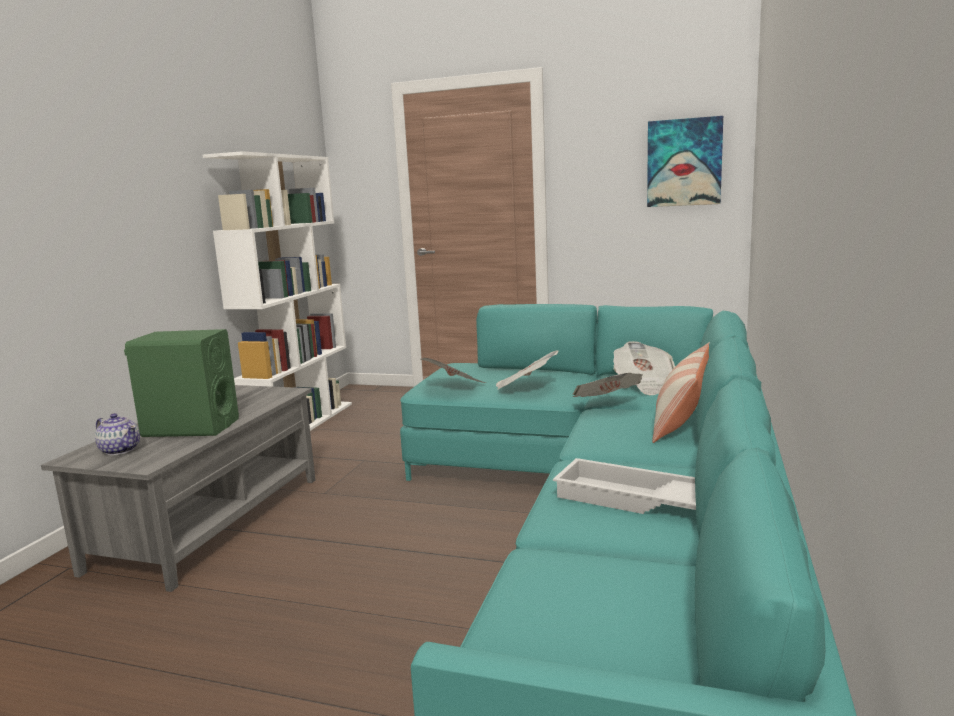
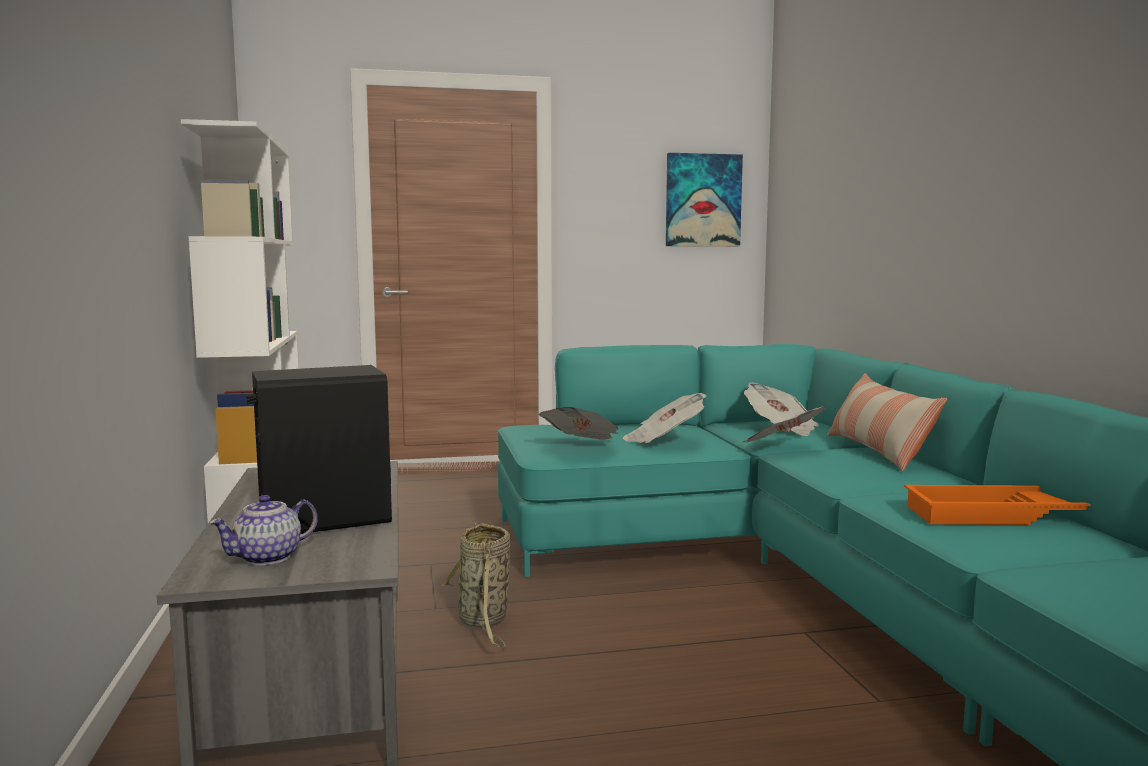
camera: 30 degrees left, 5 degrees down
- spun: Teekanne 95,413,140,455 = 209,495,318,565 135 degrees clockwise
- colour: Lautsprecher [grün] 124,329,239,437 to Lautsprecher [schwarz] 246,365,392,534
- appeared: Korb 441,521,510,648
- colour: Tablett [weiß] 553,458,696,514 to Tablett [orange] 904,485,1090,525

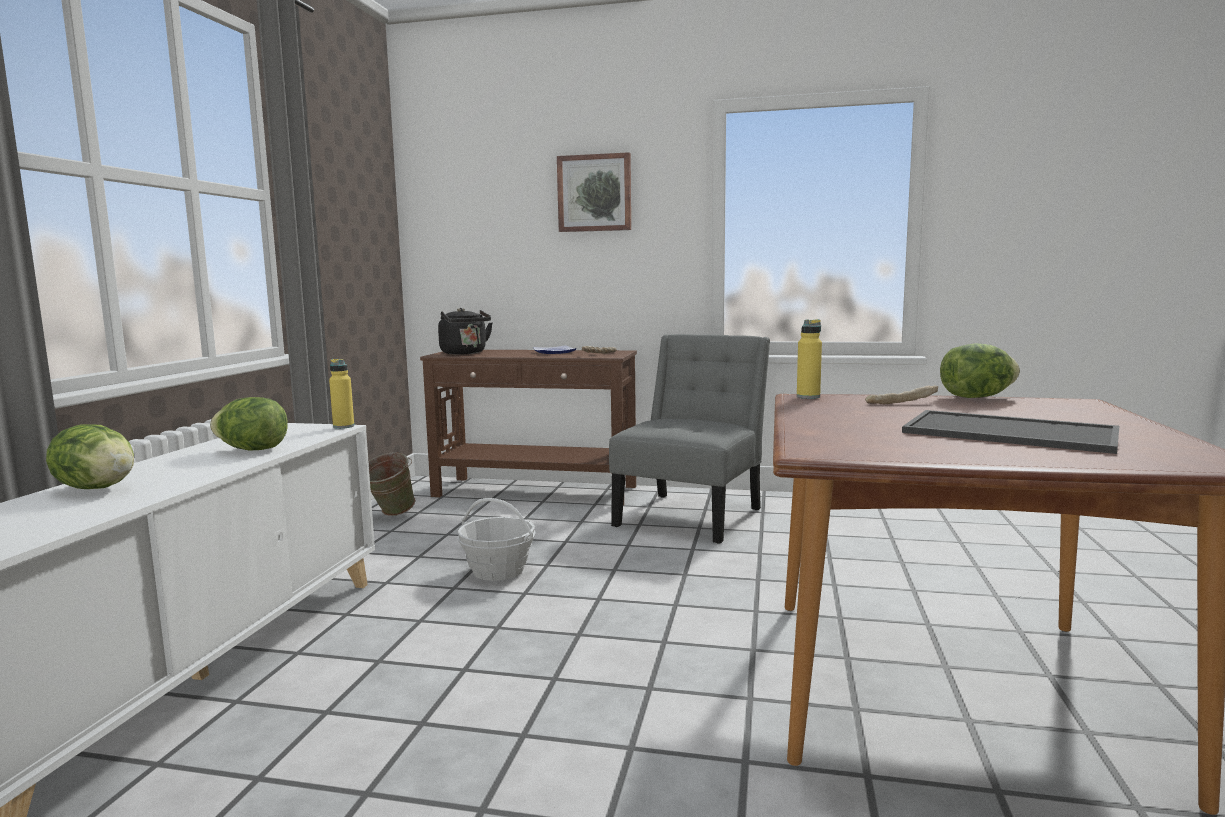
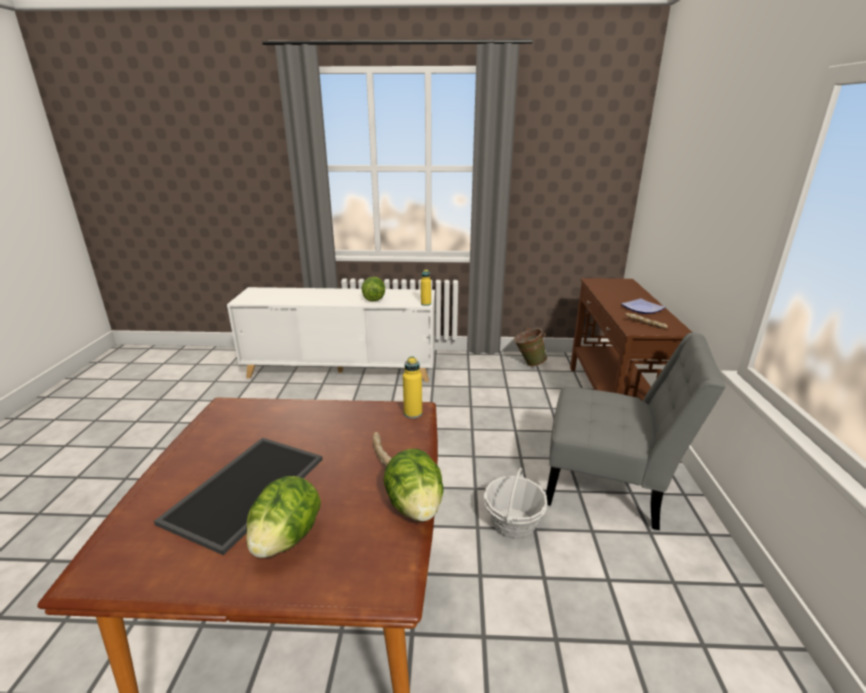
camera: 80 degrees right, 15 degrees up
- relocated: Salatkopf 46,424,134,489 to 246,476,321,558
- relocated: Korb 458,498,536,581 to 483,468,547,539
- missing: Wasserkessel [schwarz] 438,308,493,355
- missing: Bild 557,152,631,232

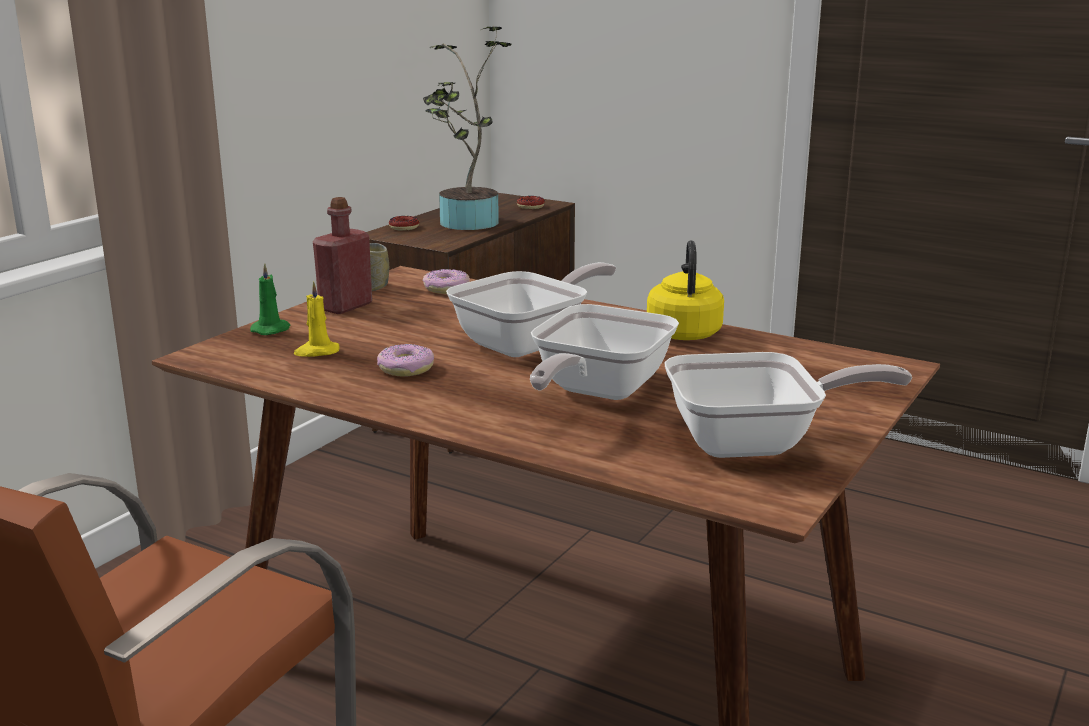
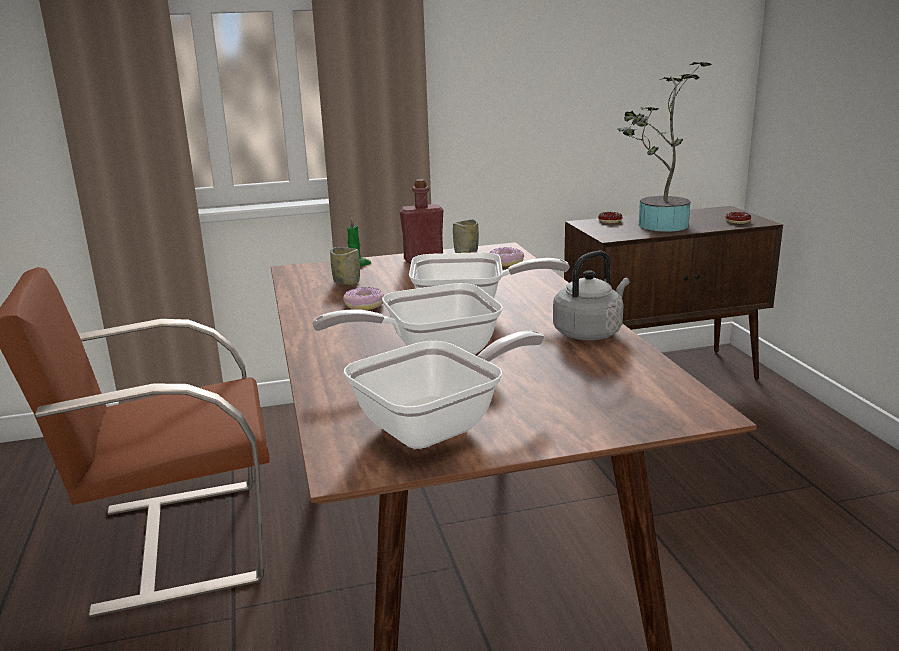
camera: 45 degrees right, 0 degrees up
- exchanged: Kerze [gelb] 294,281,340,357 to Tasse 330,247,360,285
- spun: Pfanne 665,352,912,458 = 344,331,545,449 75 degrees counterclockwise
- colour: Wasserkessel [gelb] 647,240,724,340 to Wasserkessel [grau] 553,251,629,340

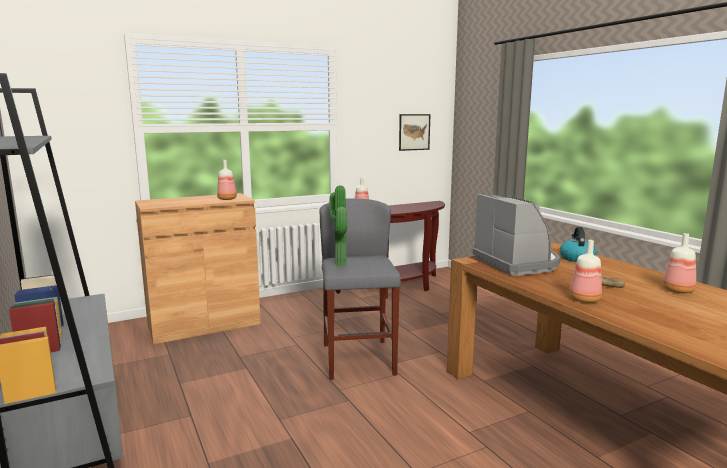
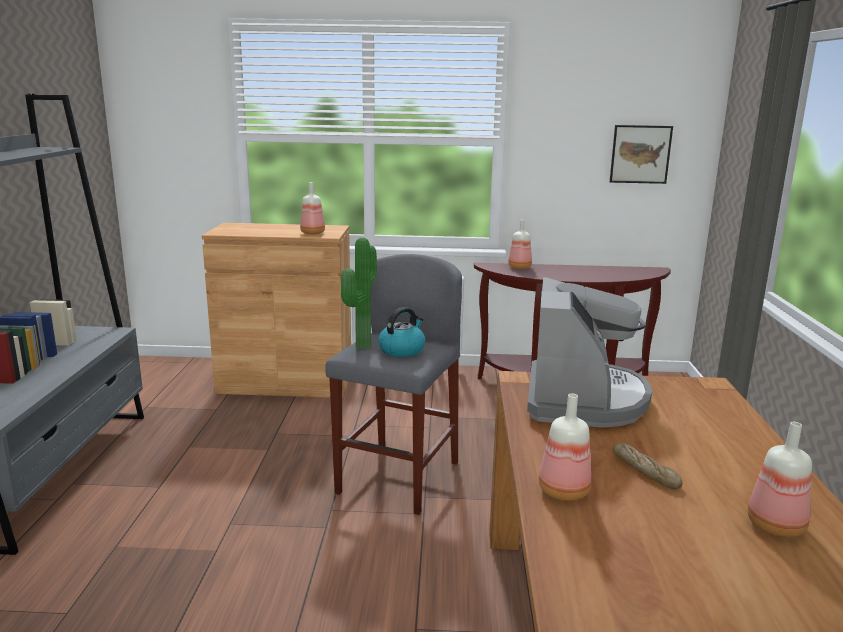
camera: 30 degrees right, 5 degrees up
- relocated: Wasserkessel 560,227,597,262 to 378,307,425,357

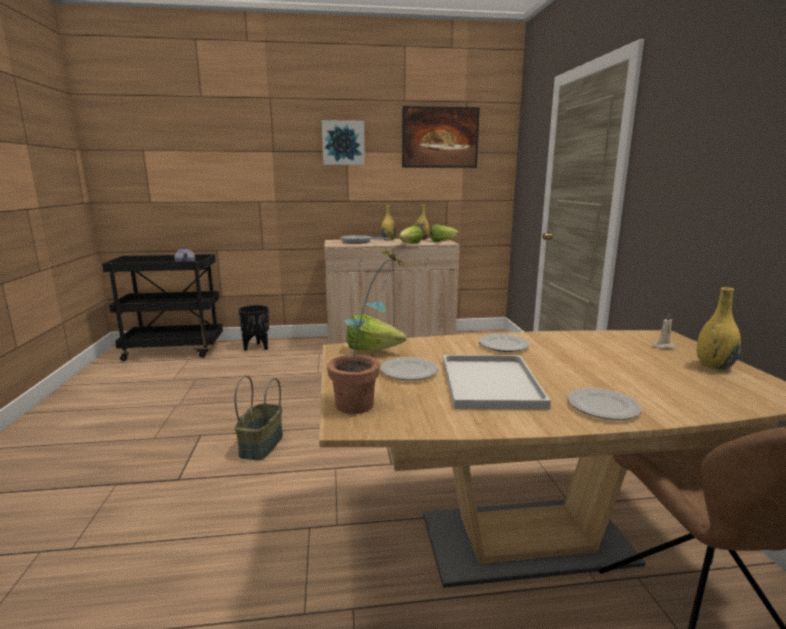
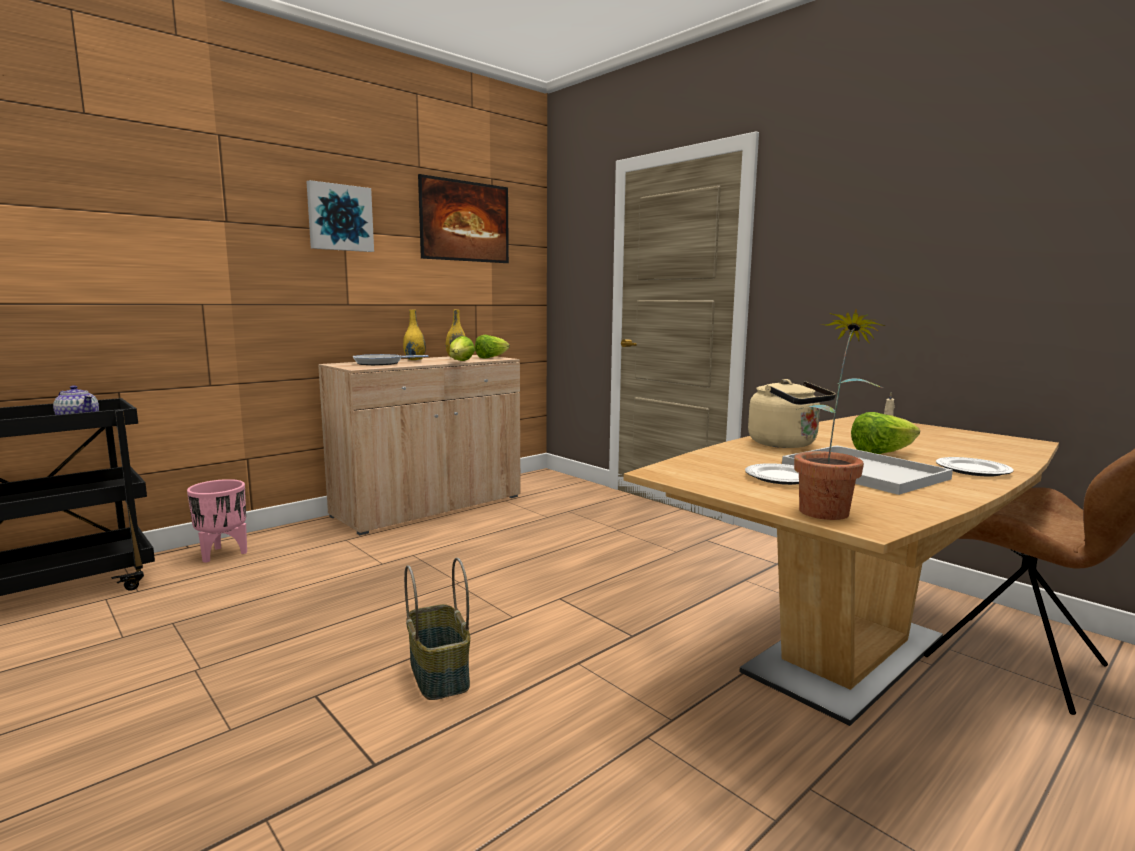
camera: 35 degrees left, 5 degrees down
- colour: Pflanzkübel [schwarz] 238,305,269,351 to Pflanzkübel [rosa] 187,479,247,563
- exchanged: Teller 479,334,530,352 to Wasserkessel [beige] 748,379,836,448
- relocated: Salatkopf 347,314,407,351 to 851,412,920,454
- missing: Vase [gelb] 697,287,741,371

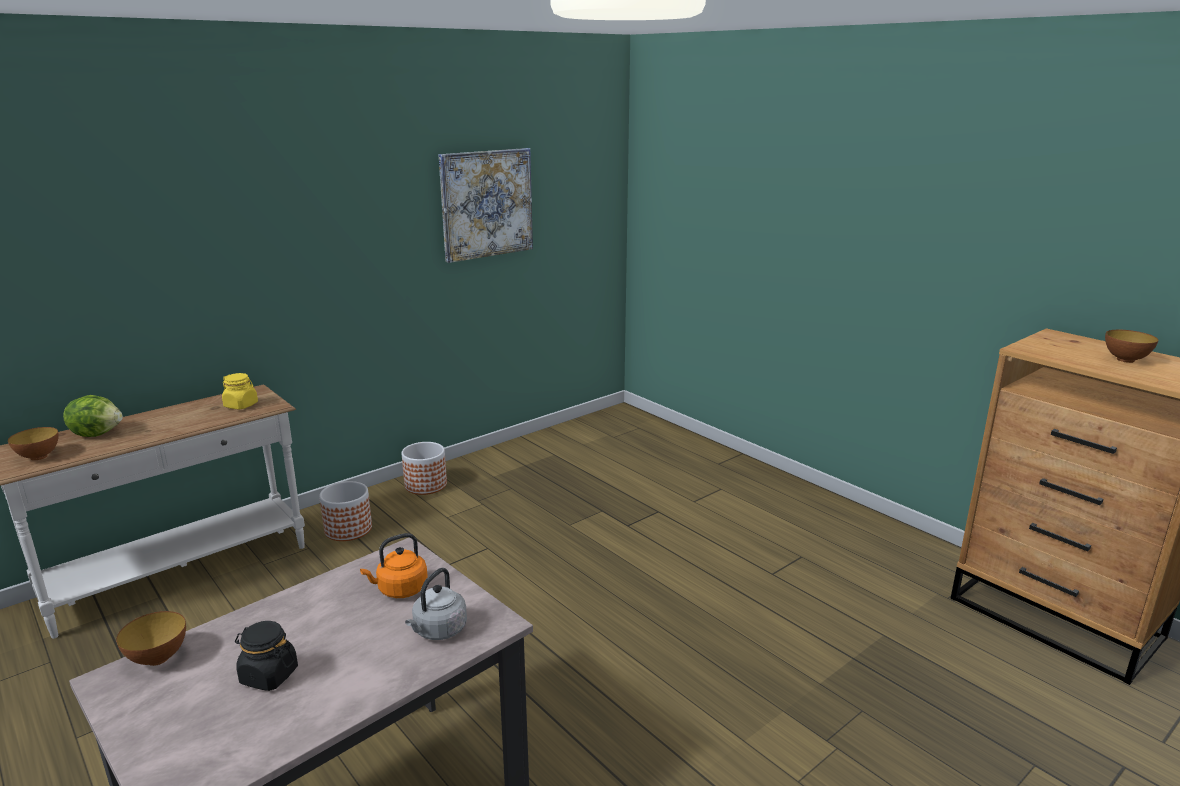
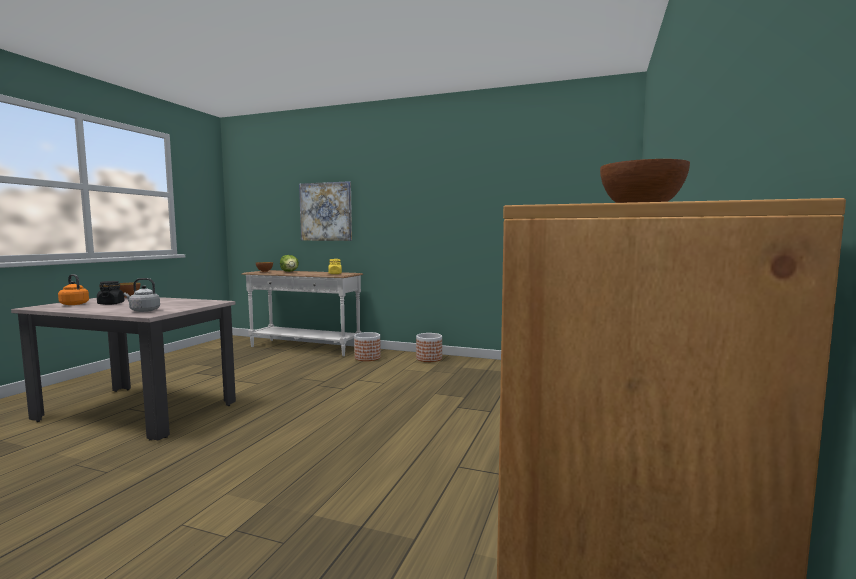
camera: 60 degrees right, 15 degrees down
- relocated: Wasserkessel [orange] 360,533,428,598 to 58,274,89,305
- relocated: Bild 439,148,533,263 to 299,181,352,241

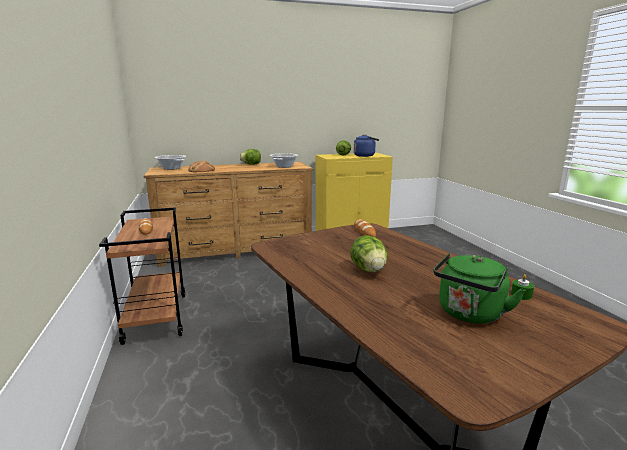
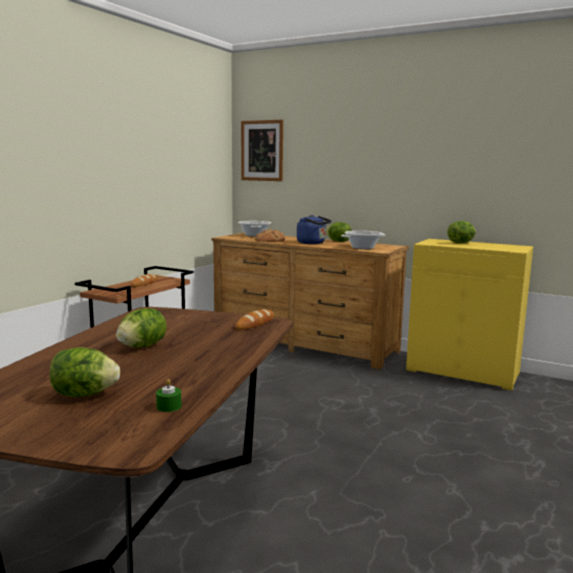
camera: 45 degrees right, 5 degrees down
- exchanged: Wasserkessel [grün] 433,253,526,324 to Salatkopf 50,347,120,397
- appeared: Bild 241,120,283,181
- relocated: Wasserkessel [blau] 354,134,379,157 to 297,215,331,244

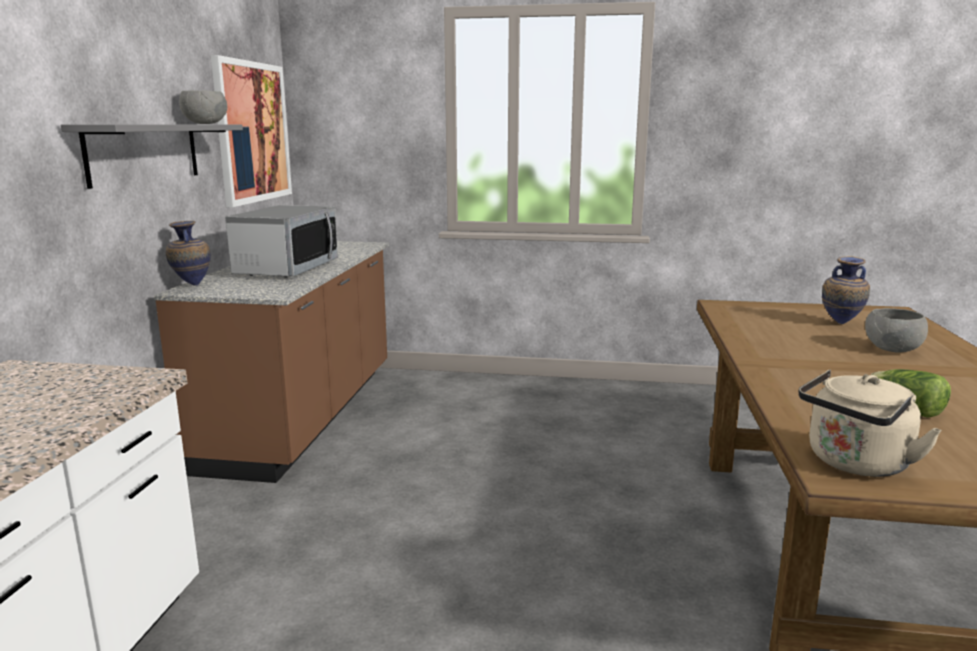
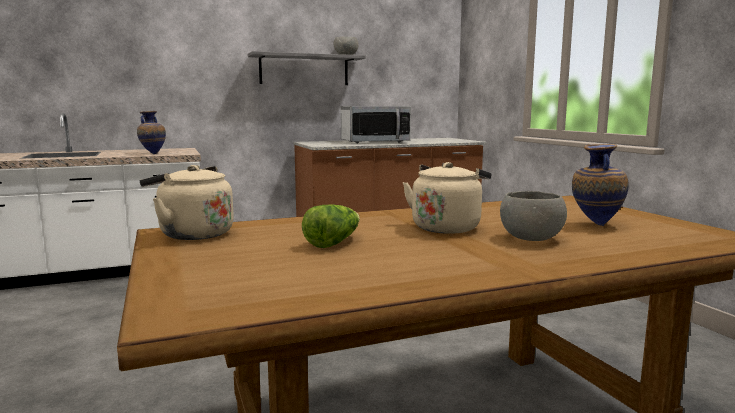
camera: 60 degrees right, 5 degrees down
- relocated: Vase 166,221,211,286 to 137,111,166,154
- appeared: Wasserkessel [beige] 403,162,491,234
- missing: Bild 211,55,292,207

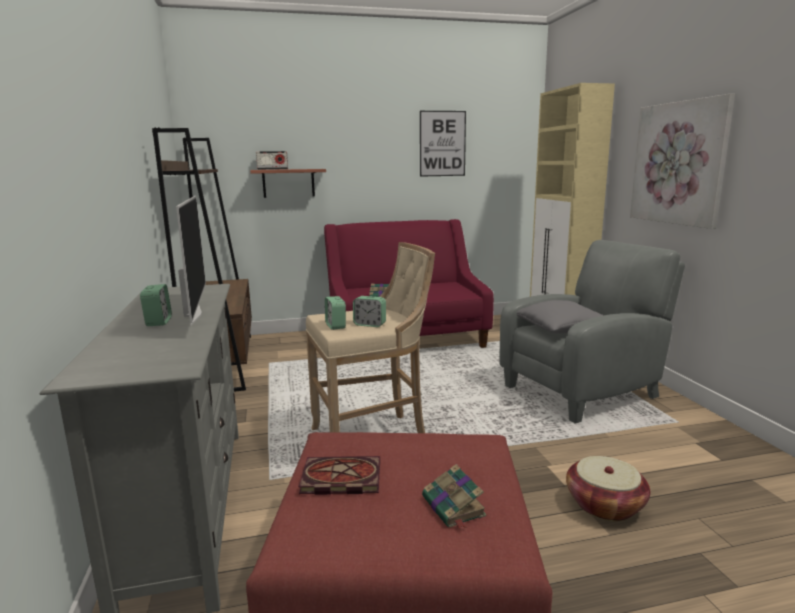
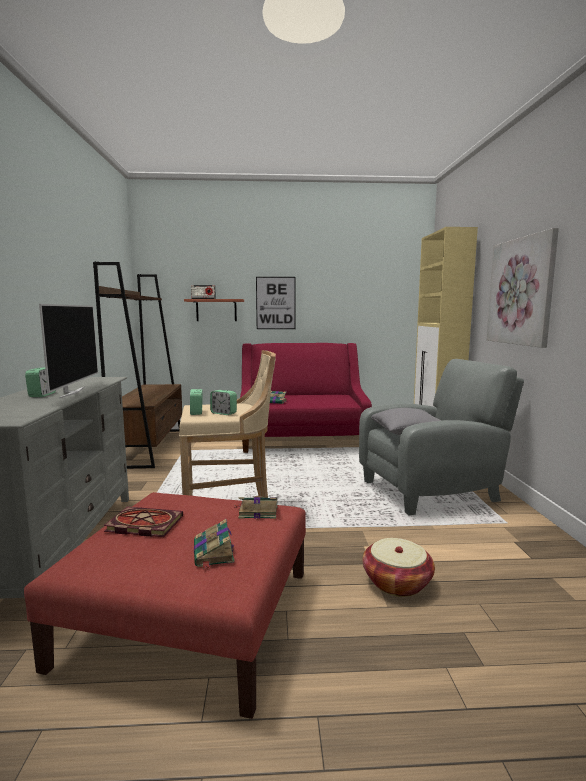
camera: 10 degrees right, 5 degrees down
- appeared: Buch 234,496,278,519
- relocated: Bild 420,111,466,177 to 256,277,295,329

